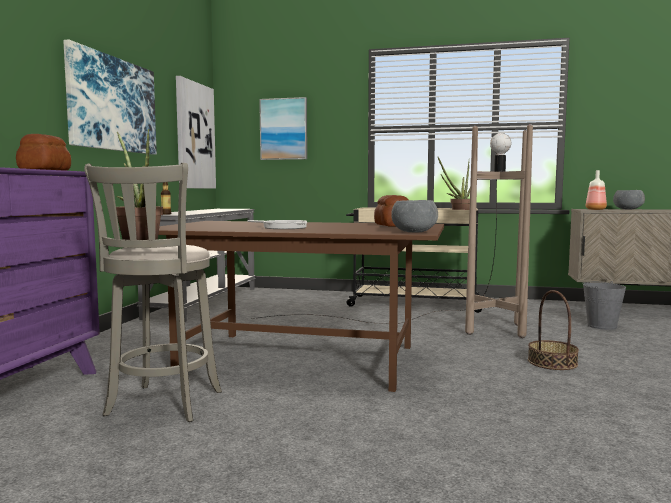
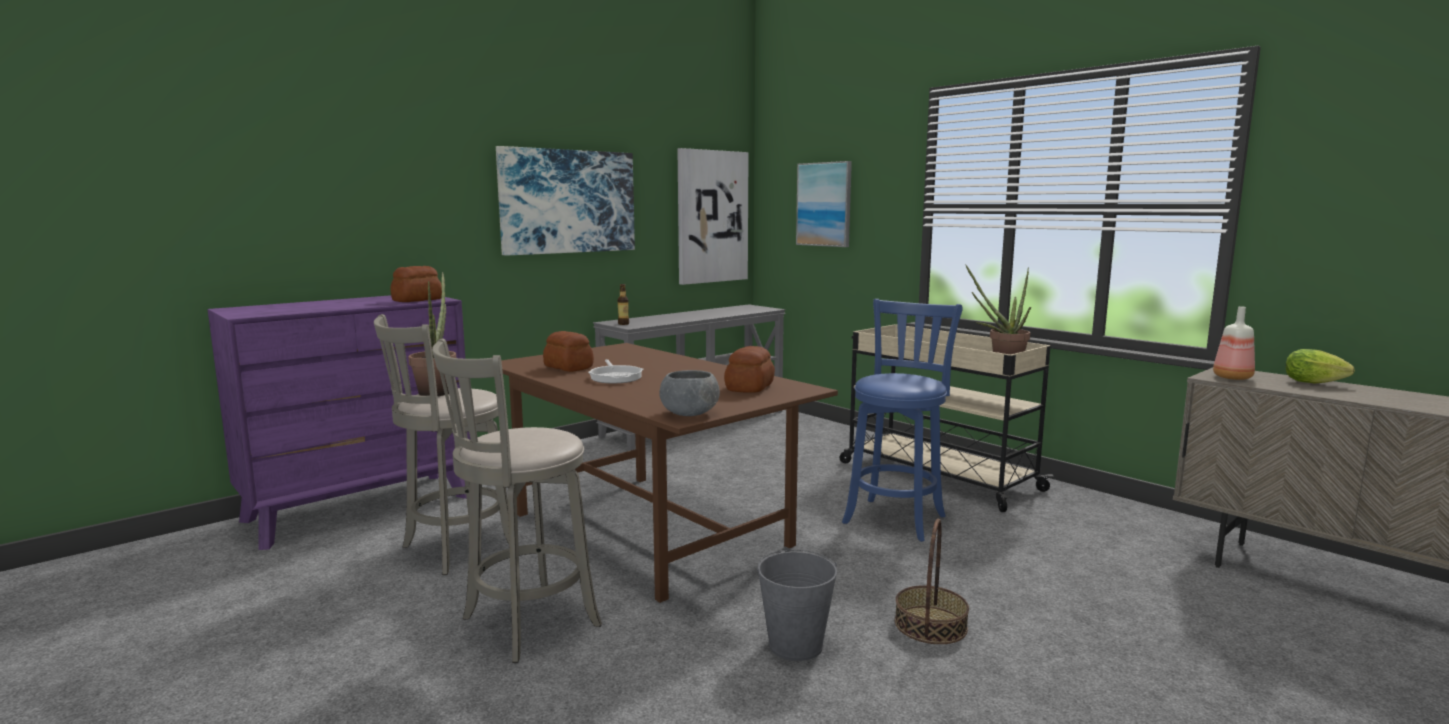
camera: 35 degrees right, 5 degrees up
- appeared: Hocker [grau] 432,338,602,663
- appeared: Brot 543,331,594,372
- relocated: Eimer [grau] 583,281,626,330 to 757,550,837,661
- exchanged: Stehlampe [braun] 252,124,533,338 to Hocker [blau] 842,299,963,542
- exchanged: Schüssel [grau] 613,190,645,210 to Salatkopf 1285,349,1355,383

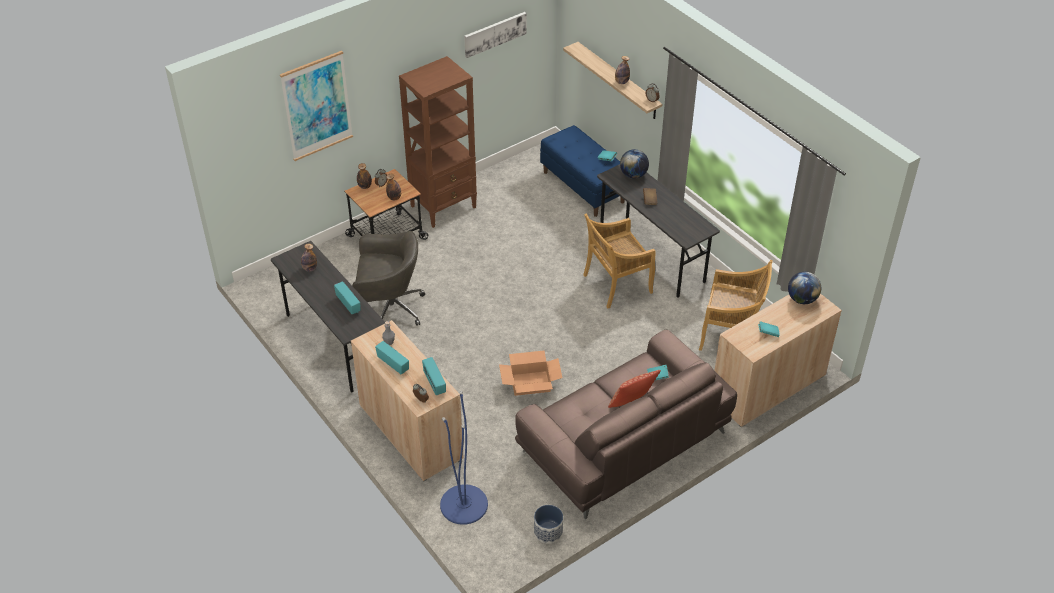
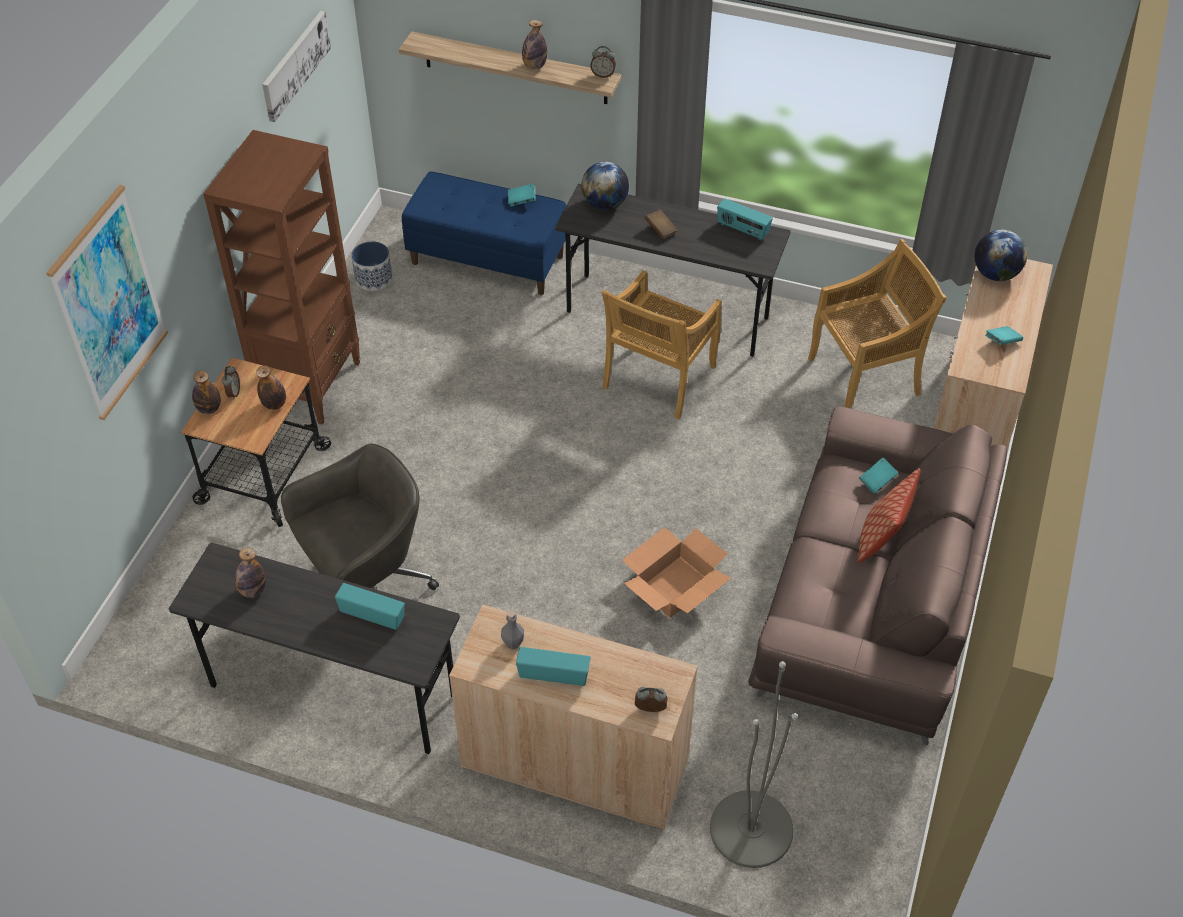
camera: 35 degrees left, 5 degrees up
- relocated: Pflanzkübel 534,505,563,544 to 351,241,392,291
- colour: Stehlampe [blau] 440,391,488,525 to Stehlampe [grau] 710,661,798,868
- relocated: Radio 422,357,446,395 to 717,198,773,240

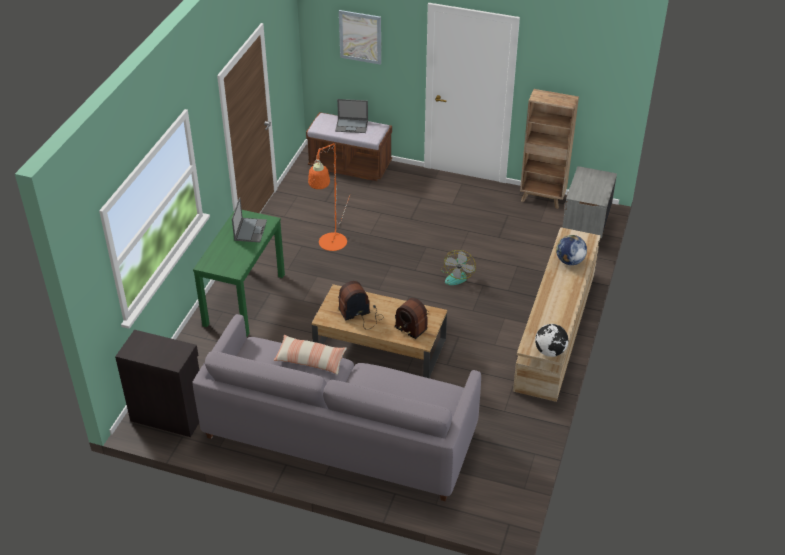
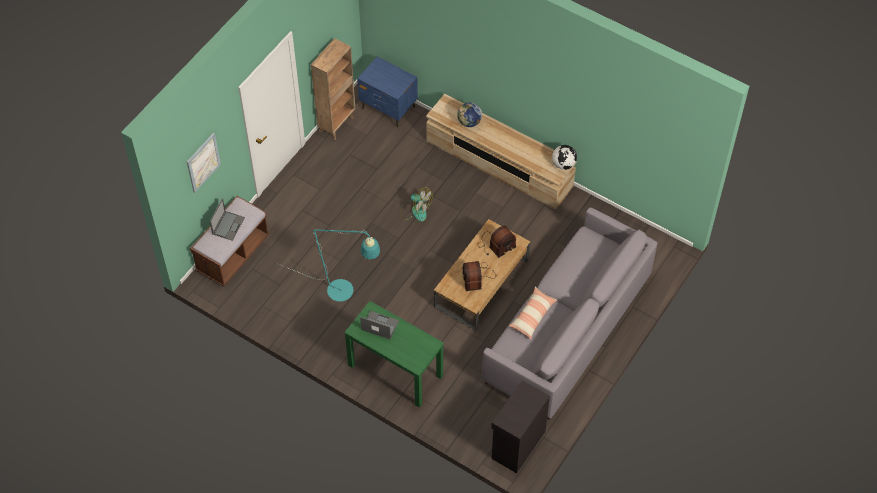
camera: 75 degrees left, 15 degrees up
- colour: Stehlampe [orange] 308,143,350,251 to Stehlampe [türkis] 279,229,380,302
- colour: Nachttisch [grau] 562,166,617,245 to Nachttisch [blau] 357,57,418,127

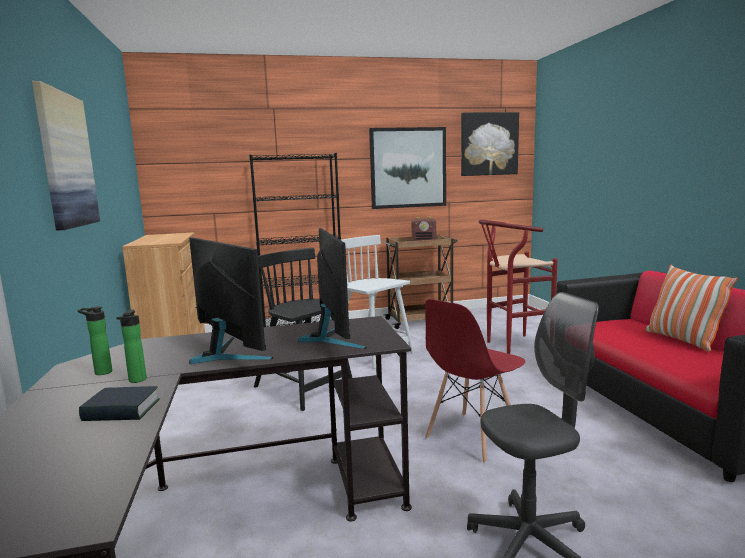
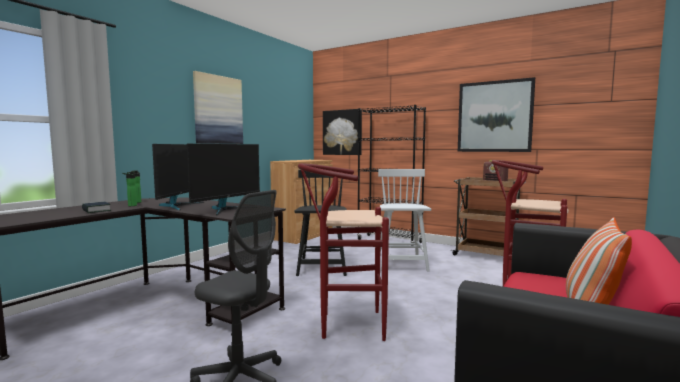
camera: 45 degrees right, 5 degrees down
- exchanged: Stuhl [rot] 425,299,525,463 to Hocker [rot] 298,163,389,341
- relocated: Bild 461,112,519,176 to 323,109,362,155

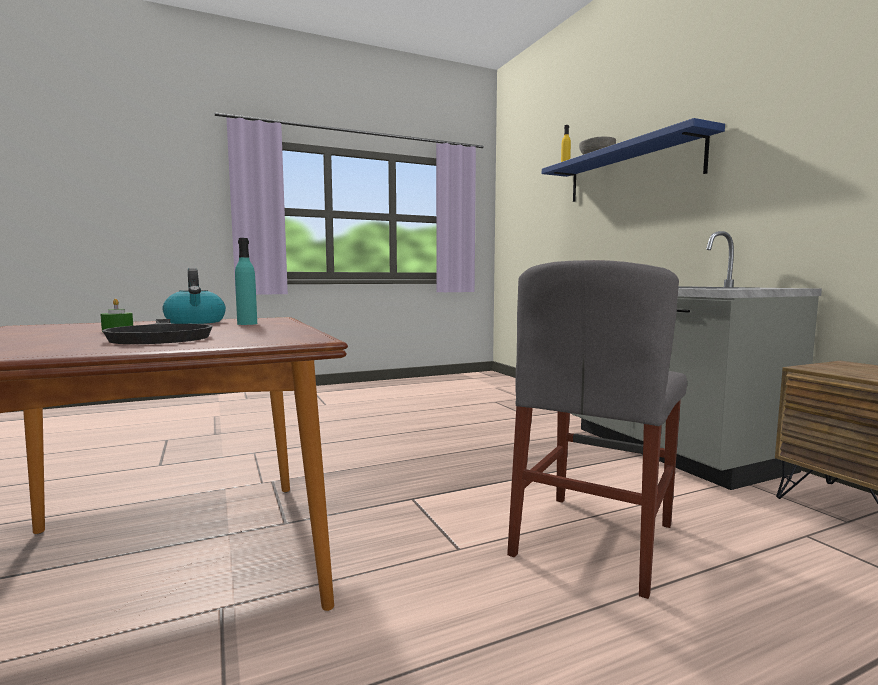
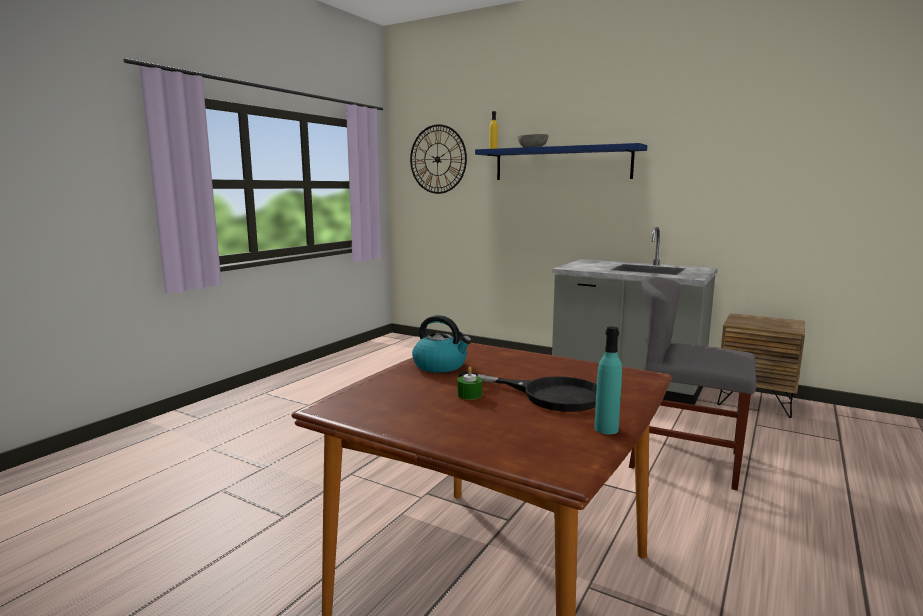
camera: 35 degrees left, 5 degrees up
- appeared: Wanduhr 410,124,467,194
- relocated: Flasche [türkis] 235,238,257,325 to 595,326,622,434
- spun: Stuhl [grau] 507,260,687,599 = 629,277,756,490 120 degrees clockwise

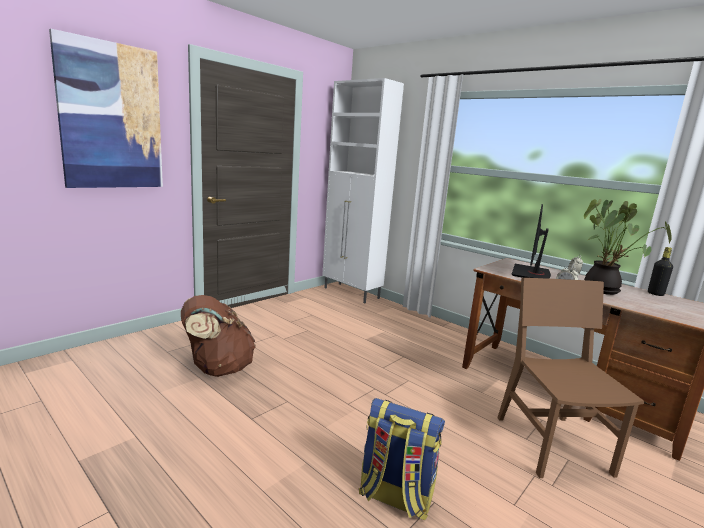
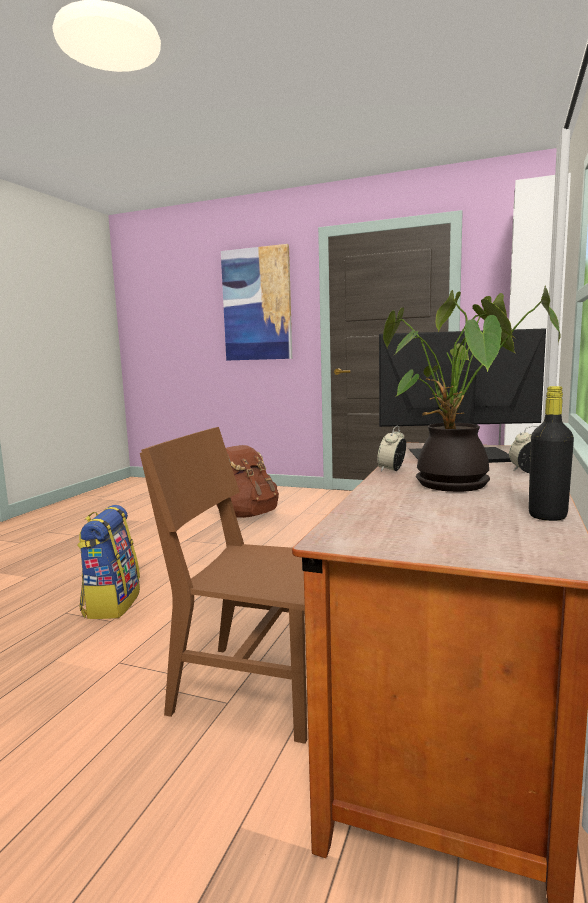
camera: 70 degrees right, 5 degrees down
- spun: Stuhl [braun] 497,278,644,478 = 140,427,307,744 135 degrees counterclockwise

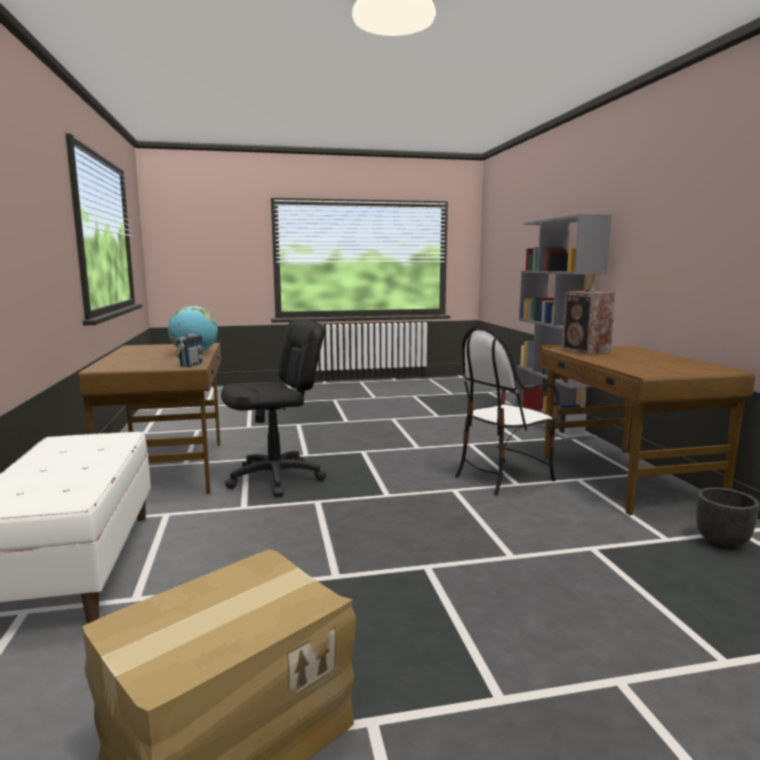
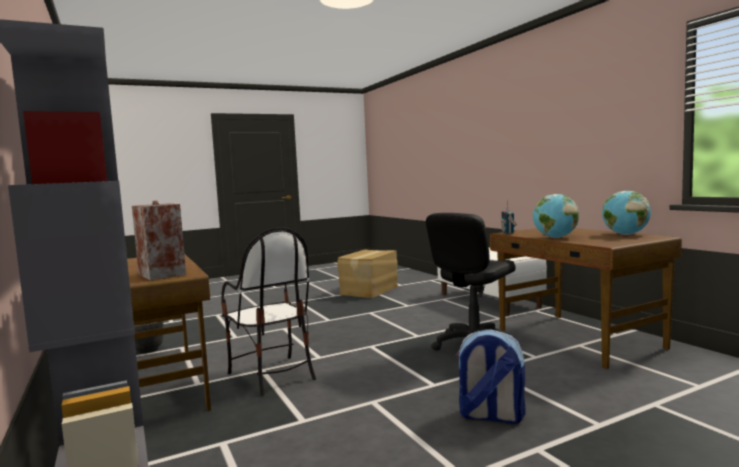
camera: 165 degrees right, 5 degrees down
- spun: Stuhl 455,326,560,495 = 221,227,316,396 105 degrees clockwise
- appeared: Rucksack 456,329,526,424
- appeared: Globus 602,191,651,235

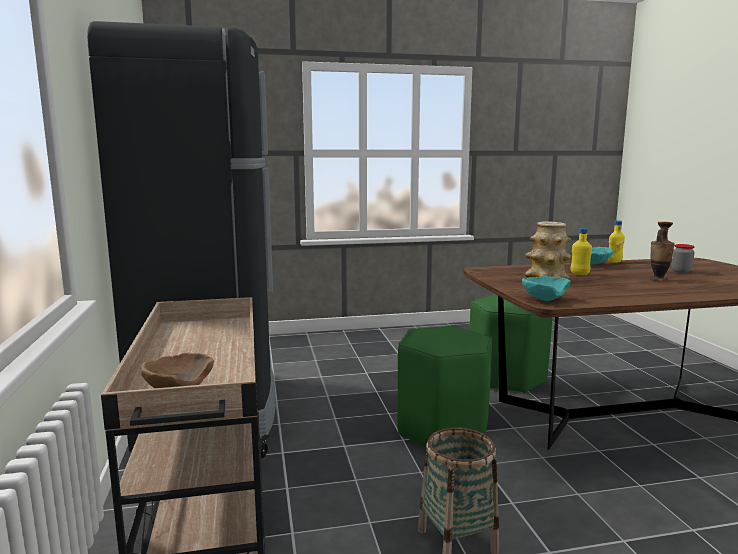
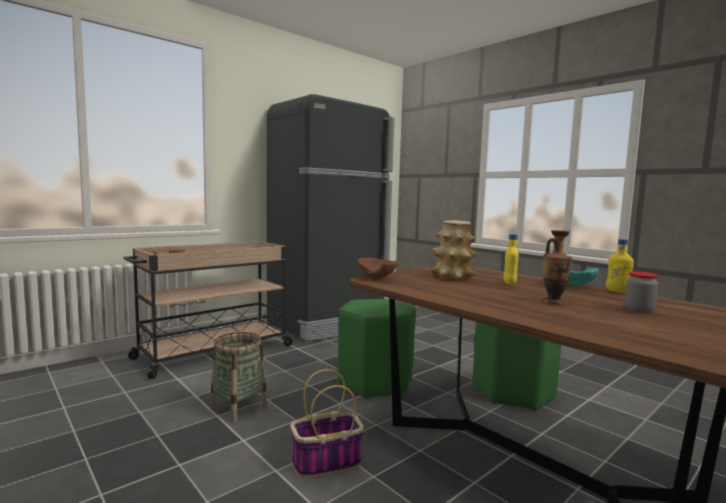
camera: 60 degrees right, 5 degrees down
- appeared: Korb 290,369,364,478
- colour: Schüssel [türkis] 522,276,571,301 to Schüssel [braun] 358,257,398,279

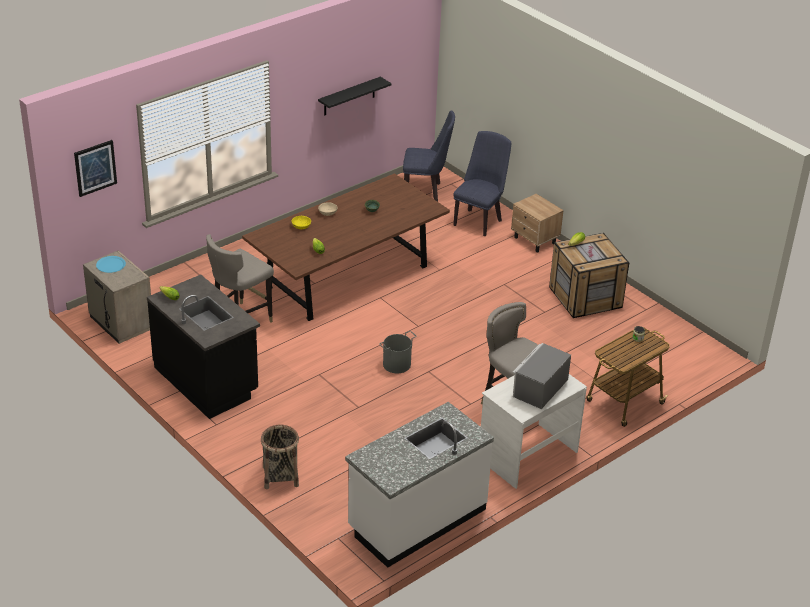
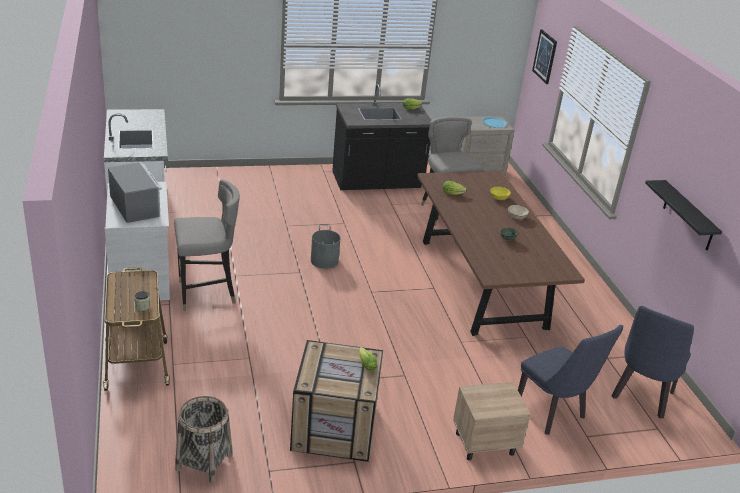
camera: 115 degrees right, 5 degrees down
- relocated: Korb 261,425,299,489 to 175,396,233,483

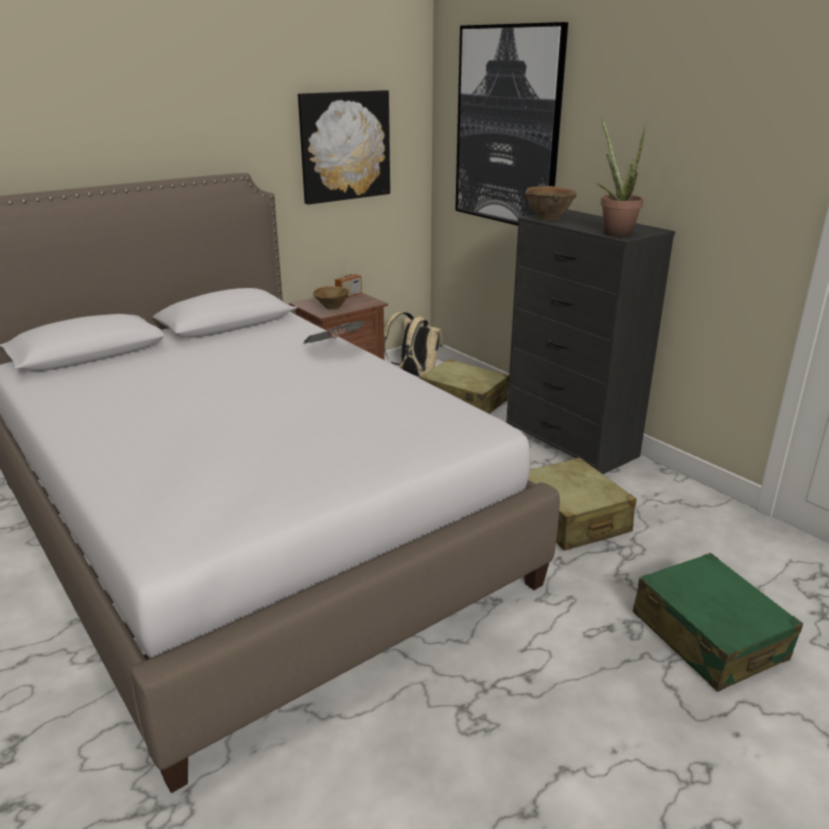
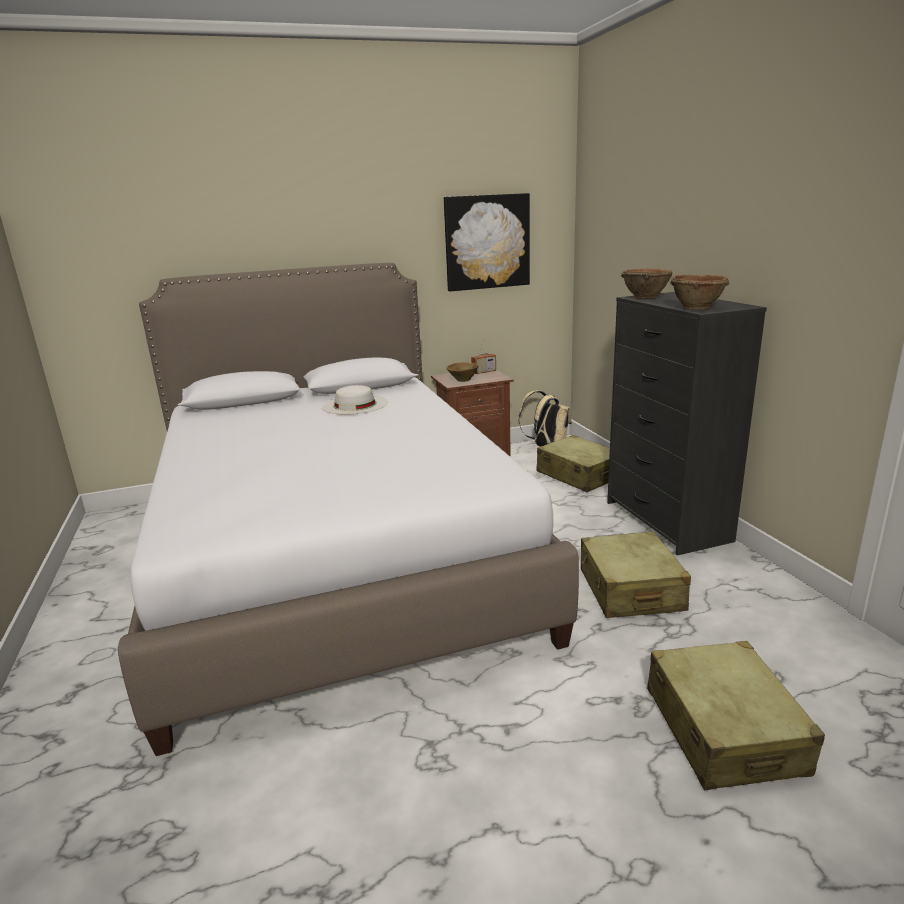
camera: 20 degrees right, 5 degrees down
- appeared: Hut [weiß] 322,385,388,415
- colour: Koffer [grün] 633,553,803,692 to Koffer [beige] 647,641,825,790
- exchanged: Topfpflanze 596,118,646,237 to Schüssel [braun] 670,274,729,310
- missing: Zeitung 303,321,365,344
- missing: Bild 455,22,568,226

